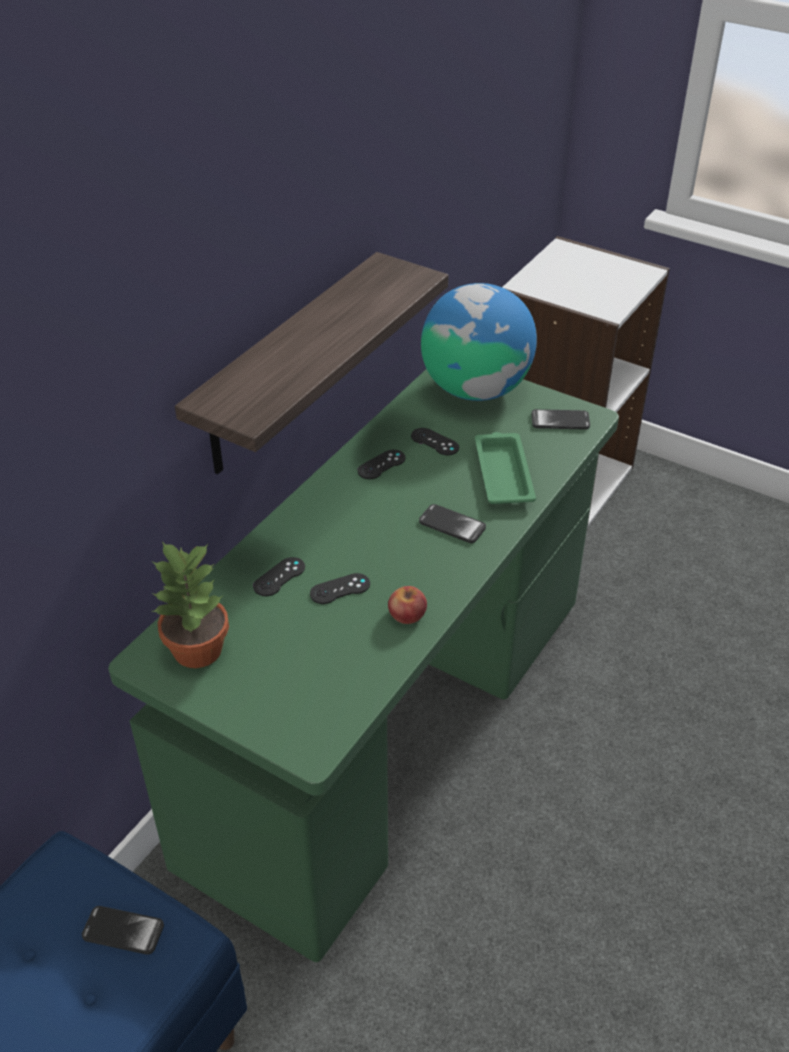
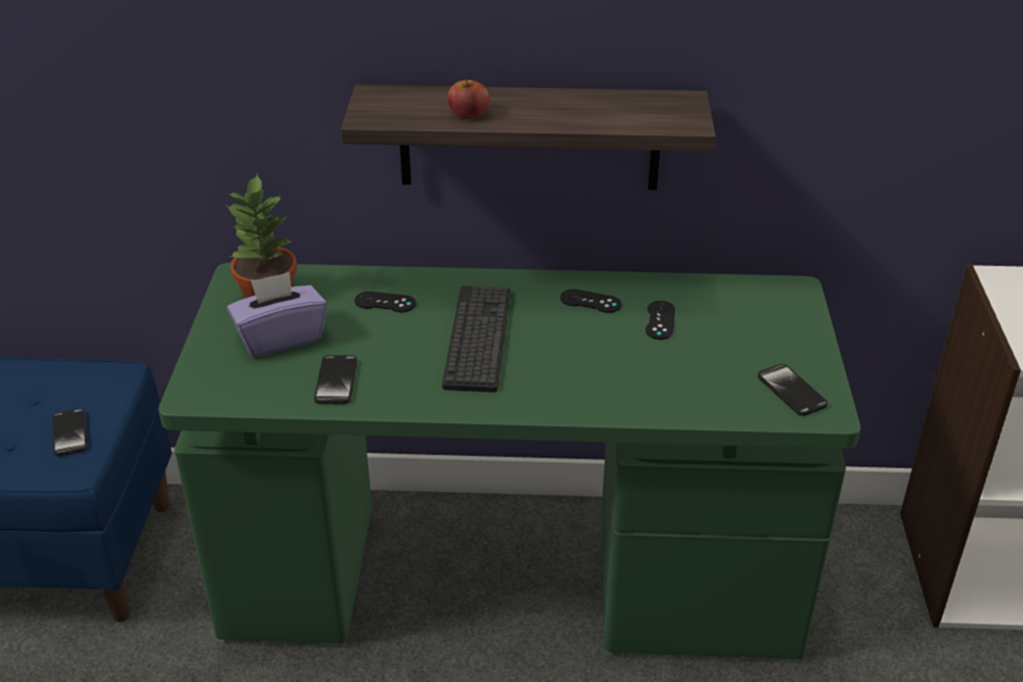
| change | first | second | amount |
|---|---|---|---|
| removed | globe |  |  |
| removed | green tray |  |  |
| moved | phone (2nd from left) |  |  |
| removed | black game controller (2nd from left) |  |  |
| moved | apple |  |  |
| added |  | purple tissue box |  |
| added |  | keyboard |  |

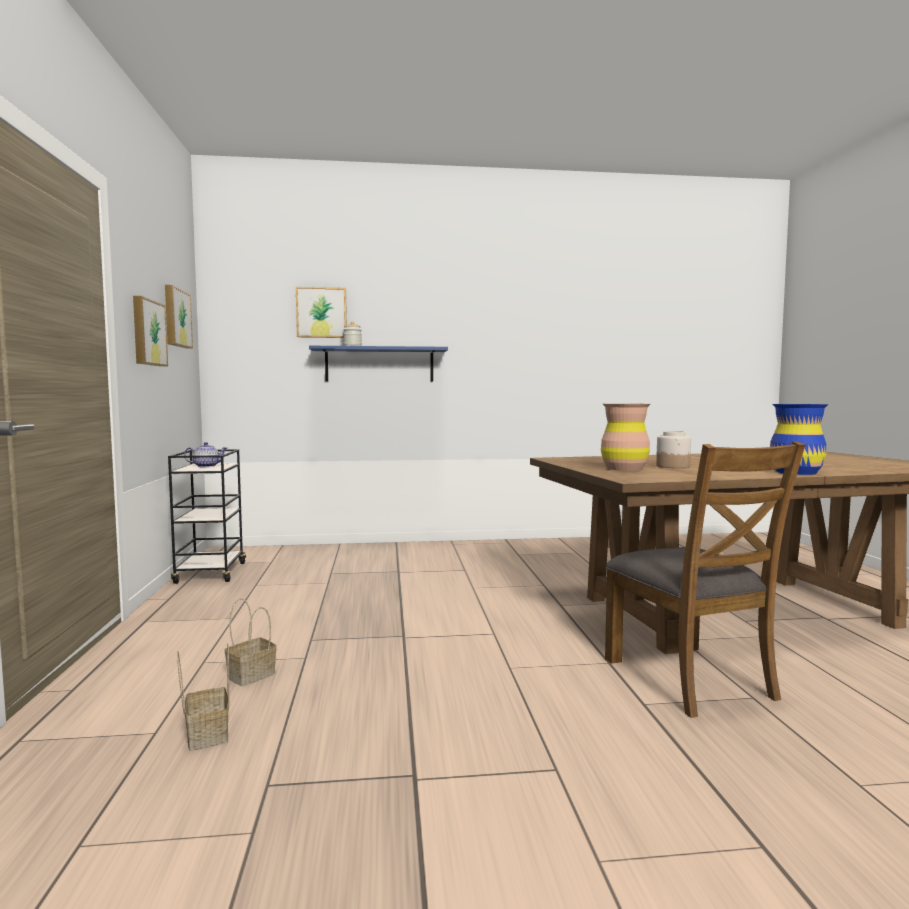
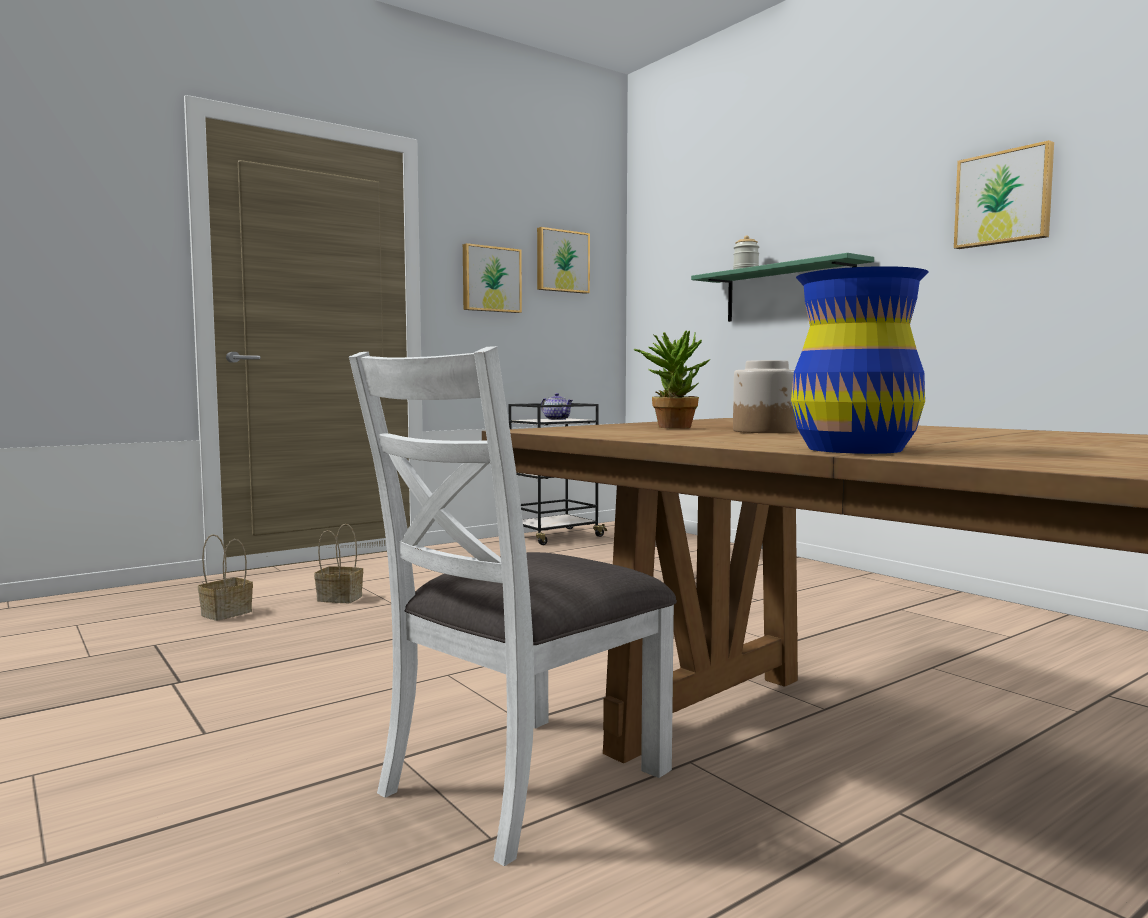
| change | first | second | amount |
|---|---|---|---|
| moved | picture (3rd from left) |  |  |
| recoloured | blue shelf | green shelf |  |
| replaced | brown vase | potted plant |  |
| recoloured | brown chair | white chair |  |

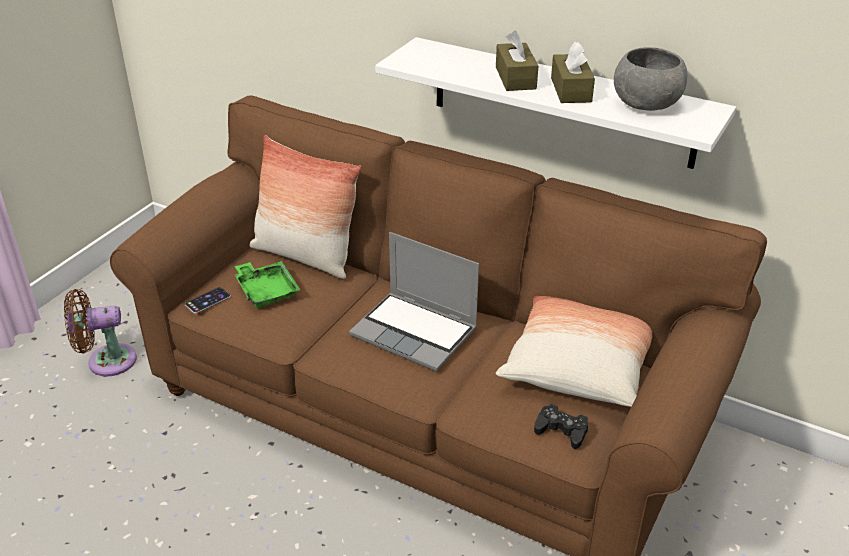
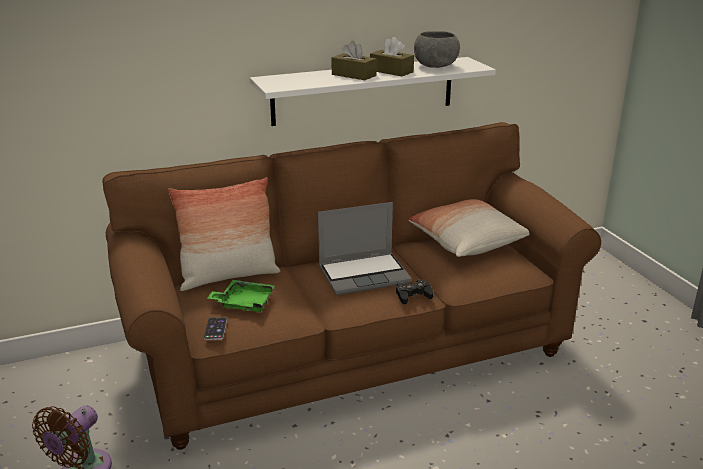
| change | first | second | amount |
|---|---|---|---|
| moved | black game controller |  |  |

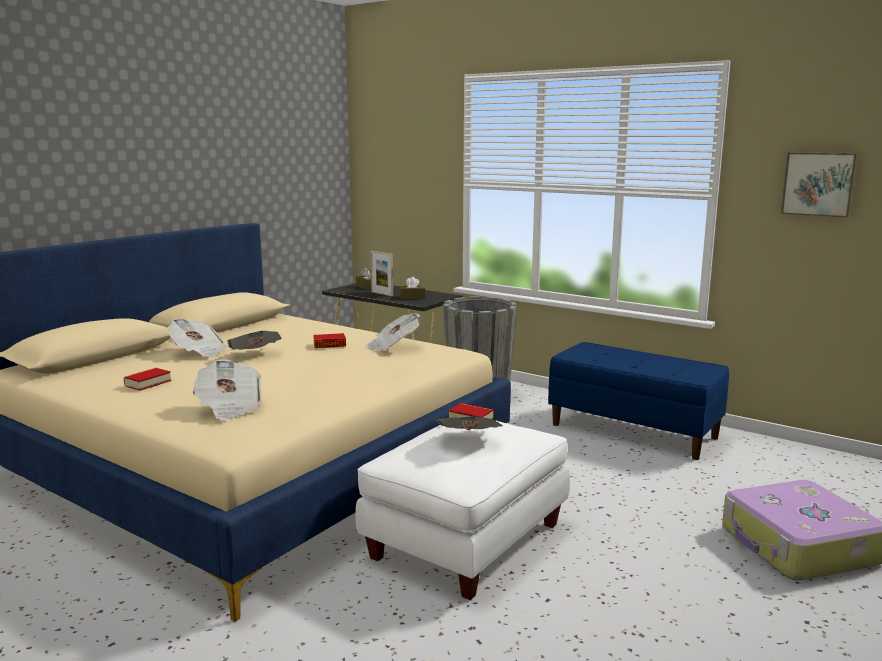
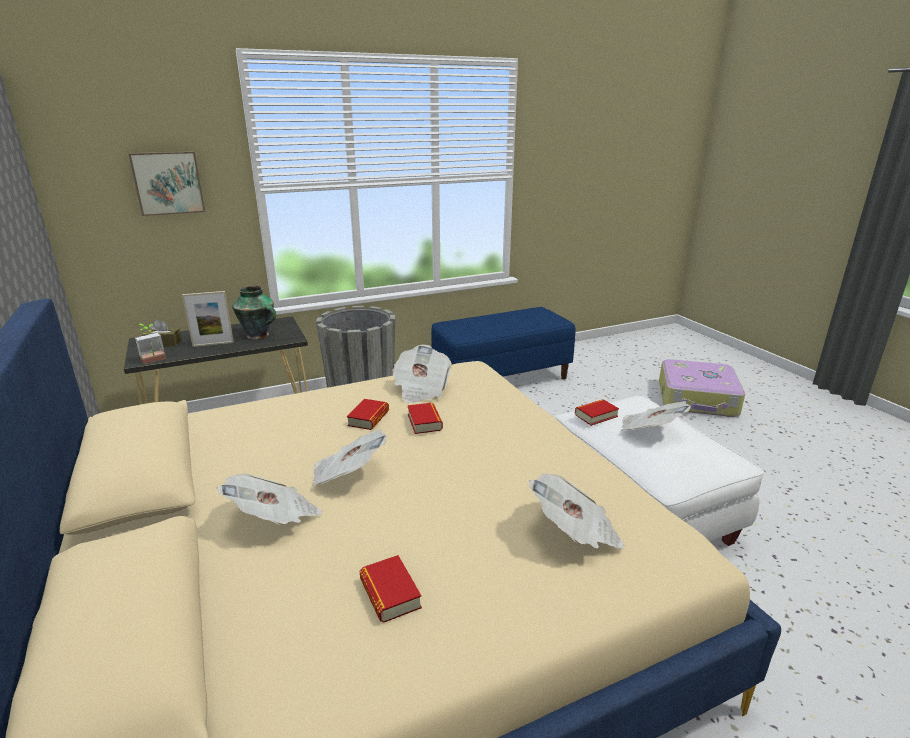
| change | first | second | amount |
|---|---|---|---|
| moved | picture |  |  |
| replaced | brown tissue box (2nd from left) | vase |  |
| added |  | potted plant |  |
| added |  | book (3rd from left) |  |

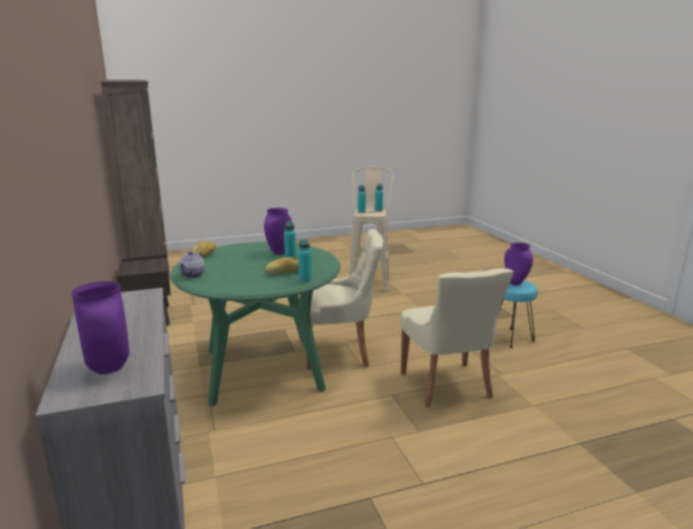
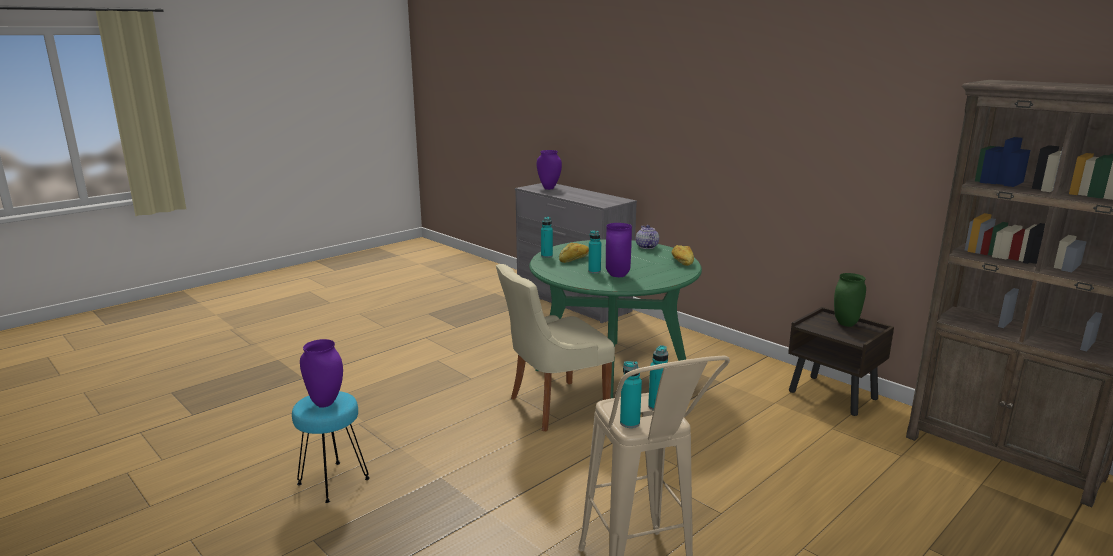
| change | first | second | amount |
|---|---|---|---|
| removed | beige chair (2nd from left) |  |  |
| added |  | green vase |  |

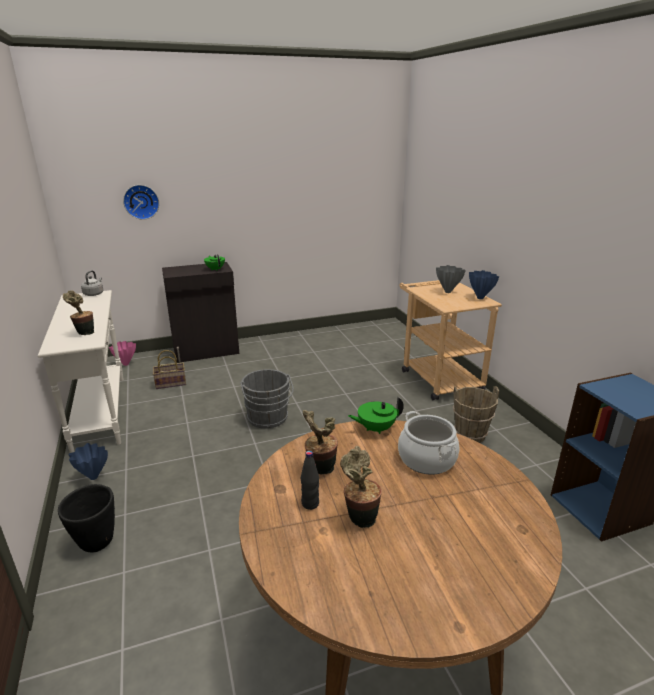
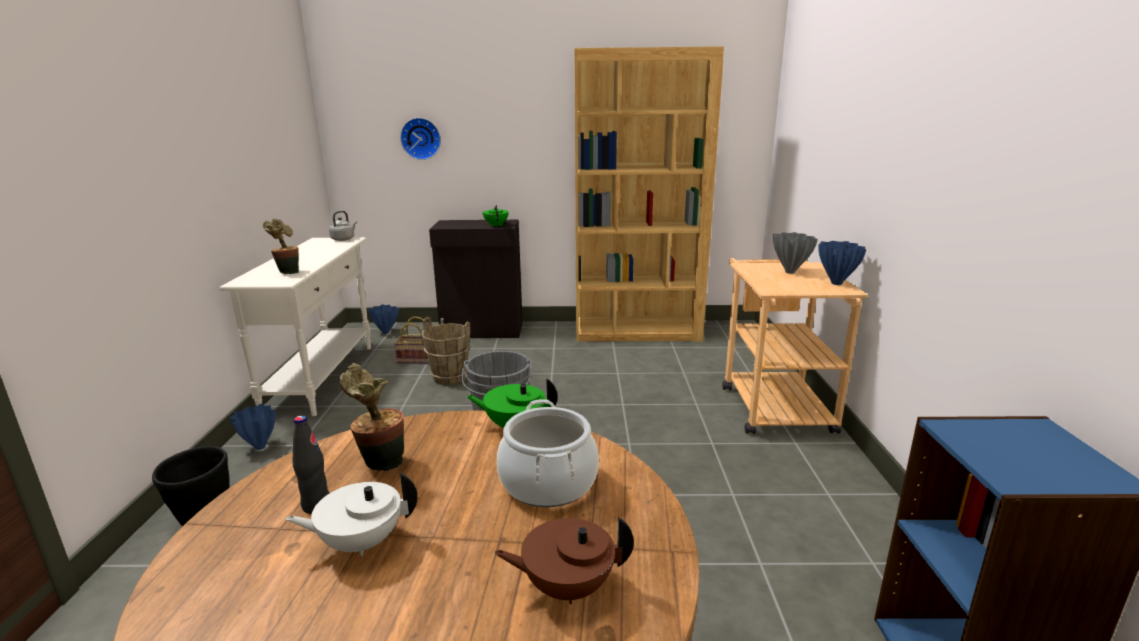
| change | first | second | amount |
|---|---|---|---|
| recoloured | pink vase | blue vase (2nd from left) |  |
| moved | brown bucket |  |  |
| replaced | potted plant (3rd from left) | white teapot |  |
| added |  | brown bookcase |  |
| added |  | brown teapot |  |

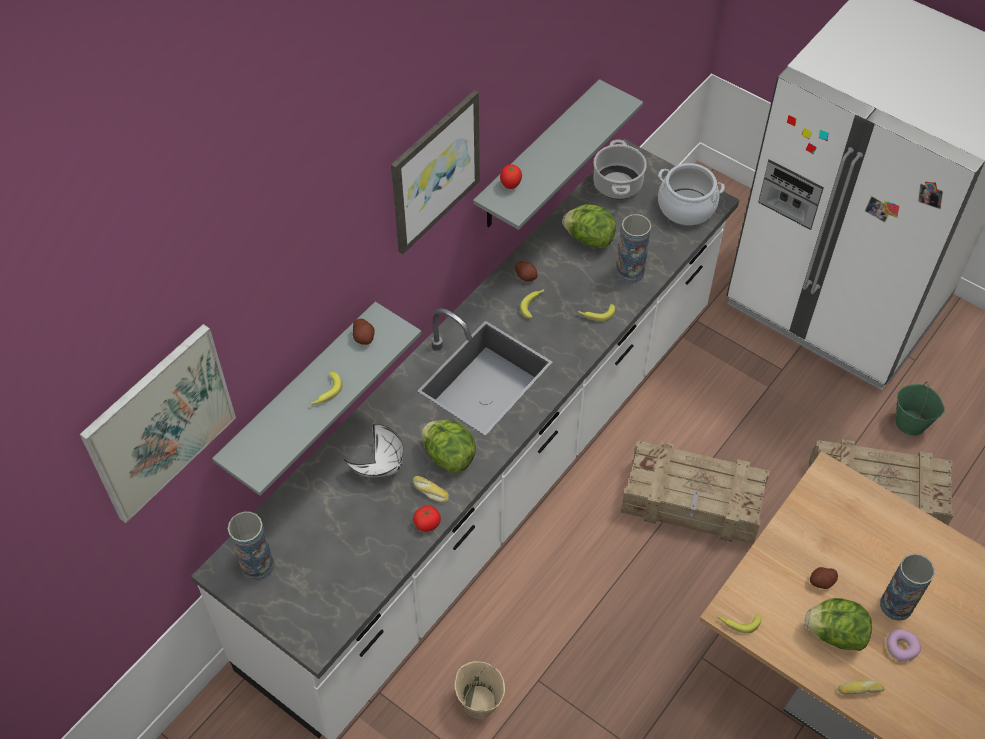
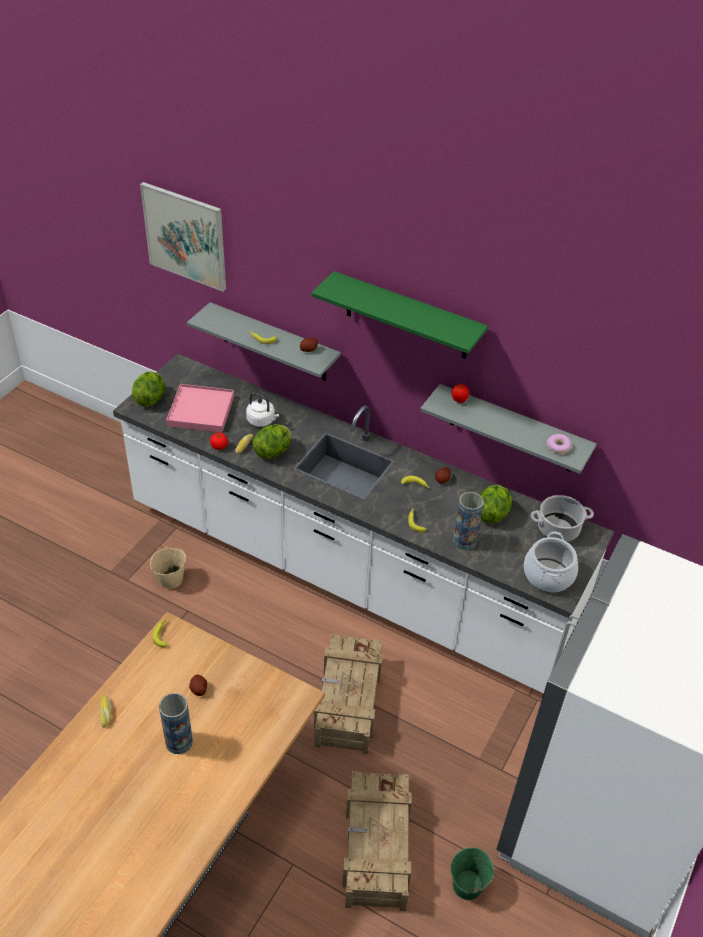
| change | first | second | amount |
|---|---|---|---|
| replaced | picture (2nd from left) | green shelf |  |
| replaced | white bowl | white kettle |  |
| removed | vase (1st from left) |  |  |
| moved | lettuce (3rd from left in the first image) | lettuce (1st from left) |  |
| moved | donut |  |  |
| added |  | pink tray |  |

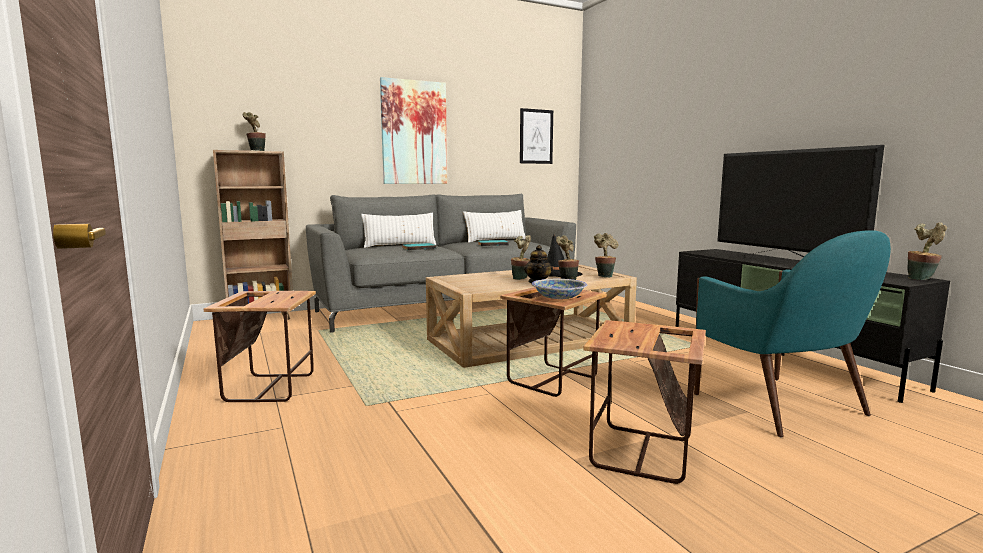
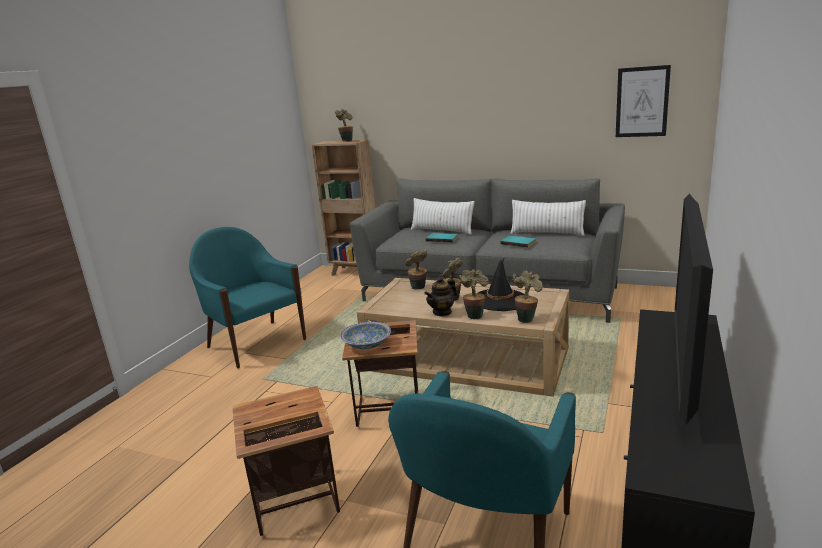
| change | first | second | amount |
|---|---|---|---|
| removed | picture (1st from left) |  |  |
| moved | potted plant (5th from left in the first image) | potted plant (2nd from left) |  |
| replaced | side table (1st from left) | turquoise armchair (1st from left) |  |

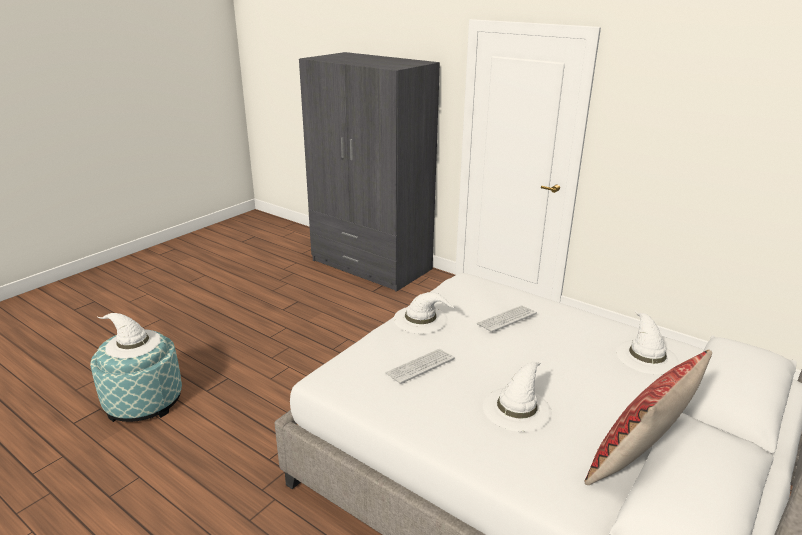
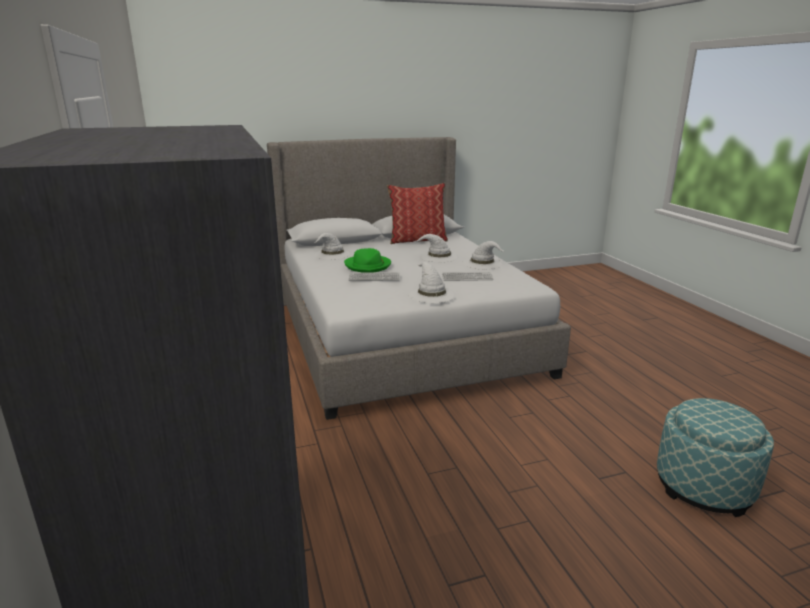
| change | first | second | amount |
|---|---|---|---|
| moved | white hat (1st from left in the first image) | white hat (4th from left) |  |
| added |  | green hat |  |

